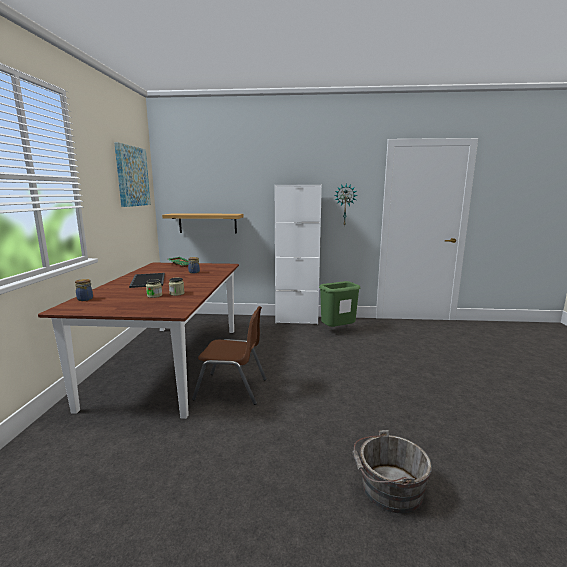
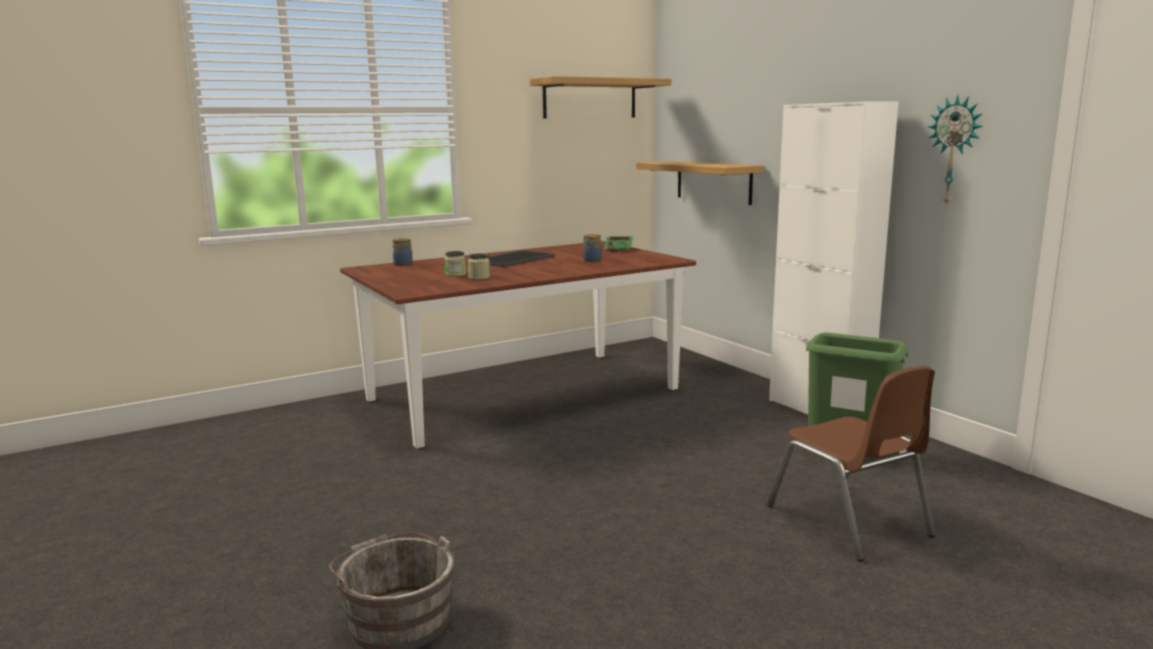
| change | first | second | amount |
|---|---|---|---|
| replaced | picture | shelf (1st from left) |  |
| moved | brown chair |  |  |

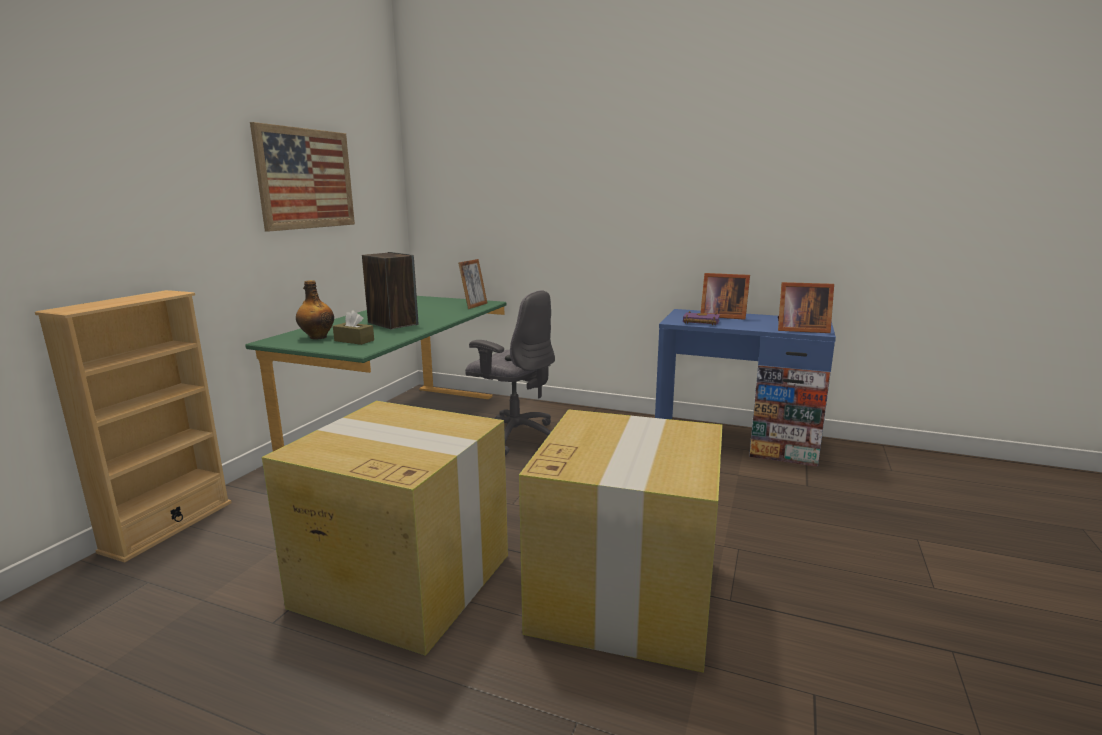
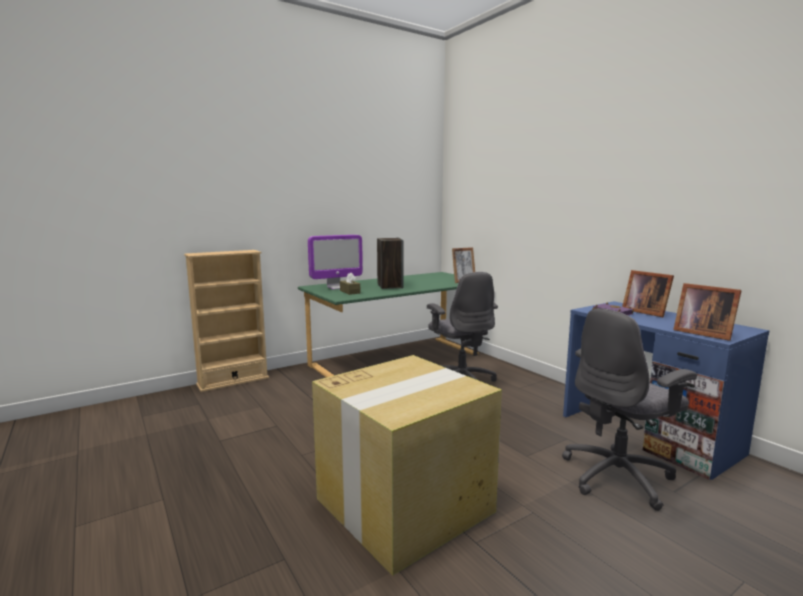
| change | first | second | amount |
|---|---|---|---|
| removed | picture |  |  |
| replaced | bottle | monitor |  |
| removed | cardboard box (1st from left) |  |  |
| added |  | grey office chair (2nd from left) |  |

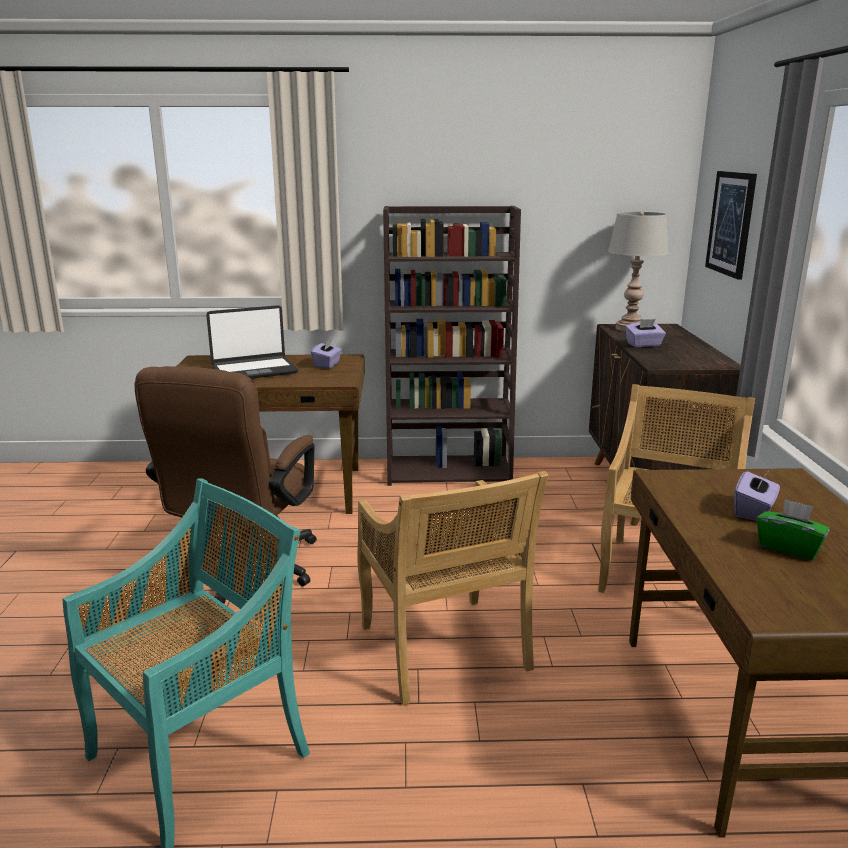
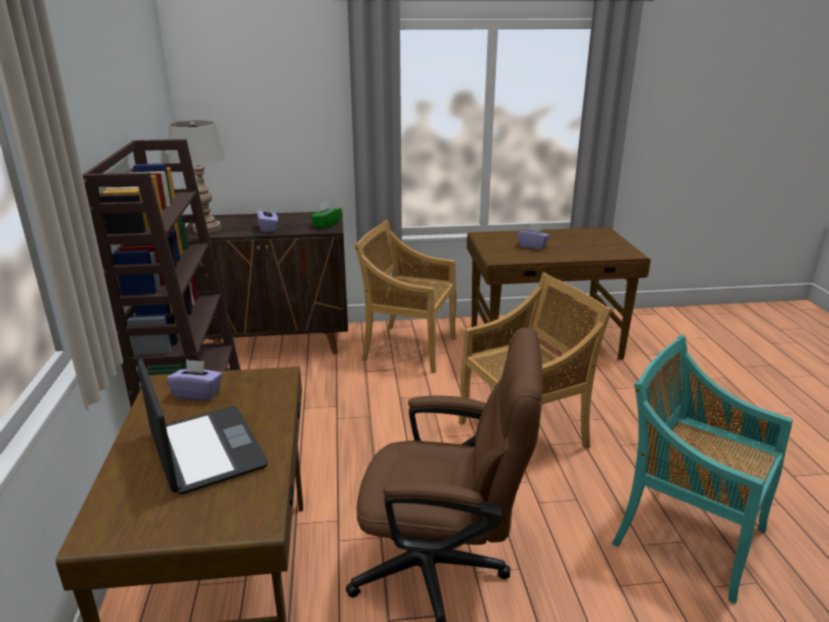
| change | first | second | amount |
|---|---|---|---|
| removed | picture |  |  |
| moved | green tissue box |  |  |

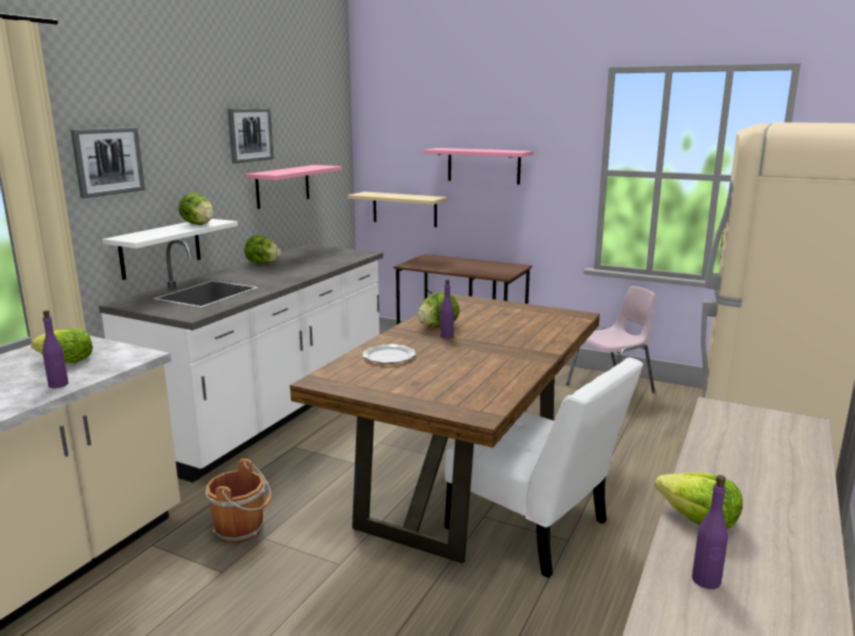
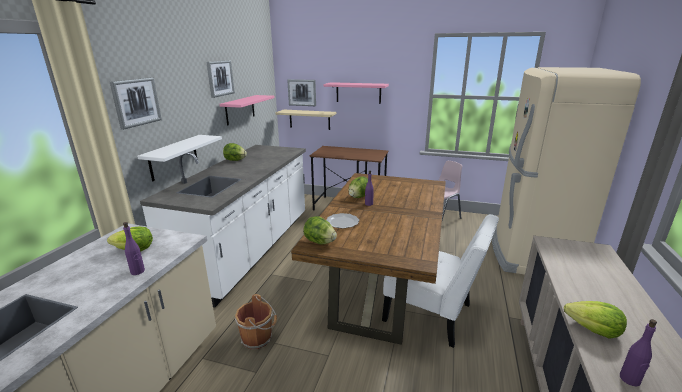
| change | first | second | amount |
|---|---|---|---|
| moved | lettuce (2nd from left in the first image) | lettuce (3rd from left) |  |
| added |  | picture (3rd from left) |  |

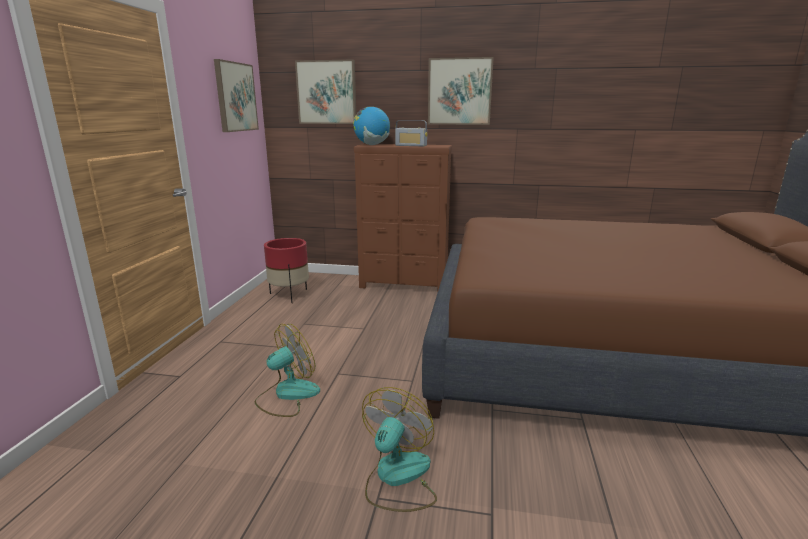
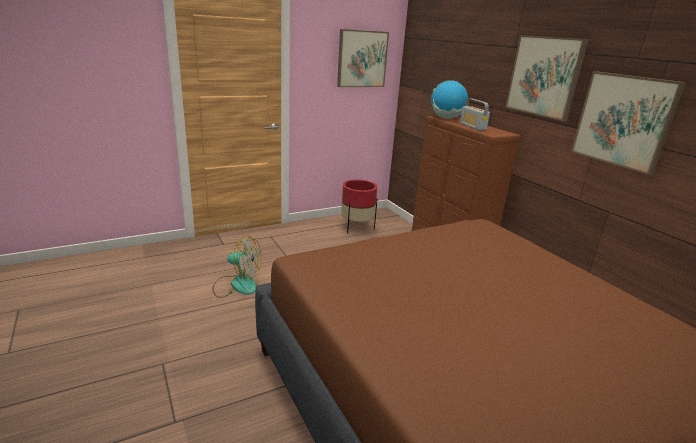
| change | first | second | amount |
|---|---|---|---|
| moved | picture (2nd from left in the first image) | picture (3rd from left) |  |
| removed | fan (2nd from left) |  |  |

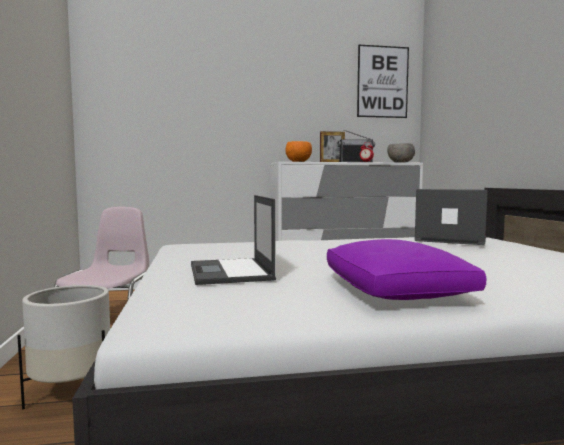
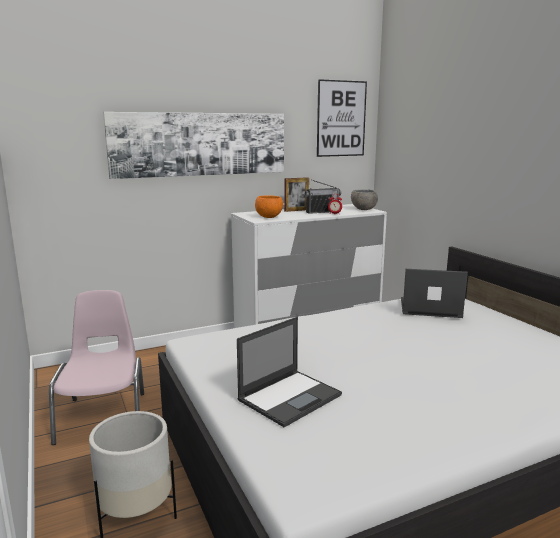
| change | first | second | amount |
|---|---|---|---|
| turned | laptop (1st from left) |  | 105 degrees counterclockwise |
| removed | purple pillow |  |  |
| added |  | picture (1st from left) |  |

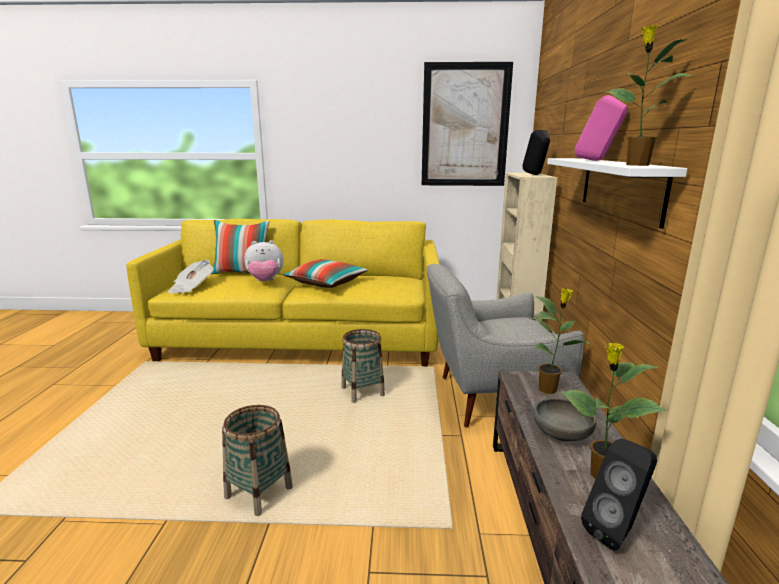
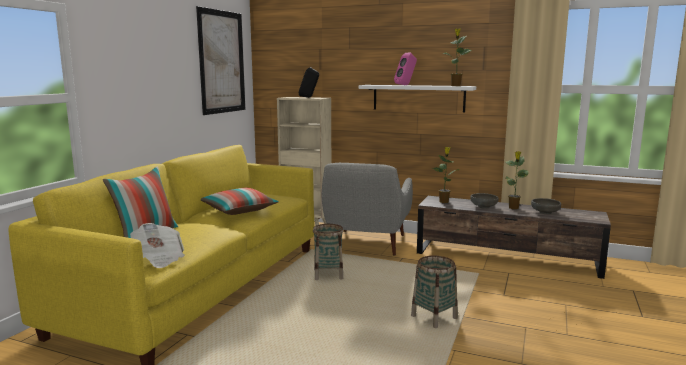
| change | first | second | amount |
|---|---|---|---|
| removed | plush toy |  |  |
| replaced | black speaker (2nd from left) | grey bowl (2nd from left) |  |

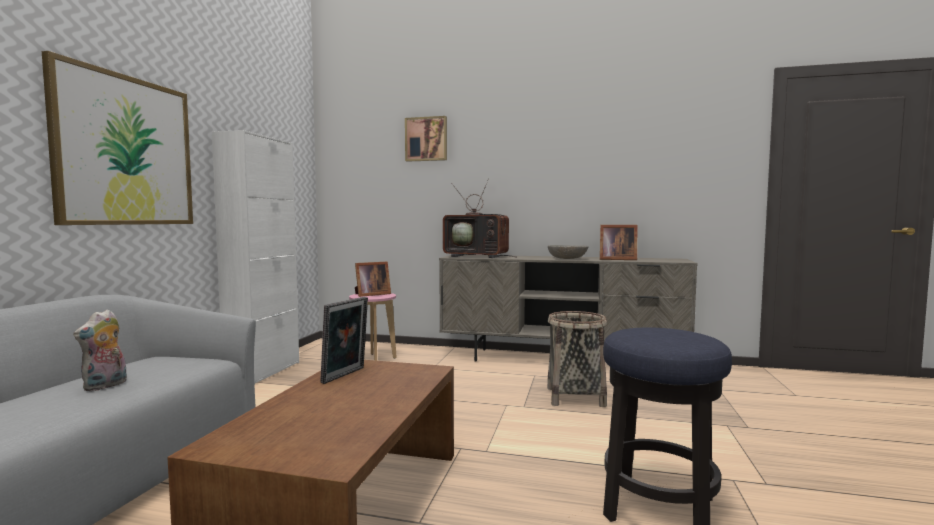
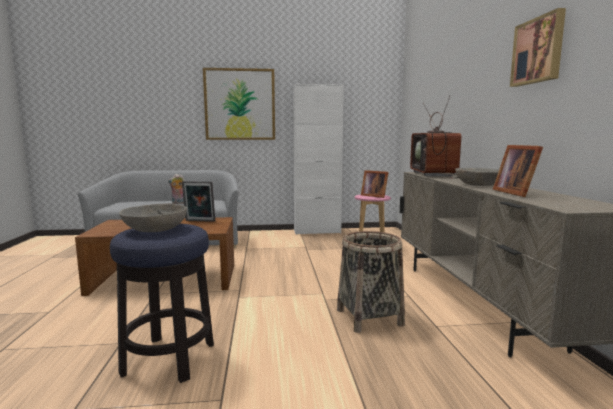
| change | first | second | amount |
|---|---|---|---|
| moved | picture (2nd from left) |  |  |
| added |  | grey bowl (1st from left) |  |

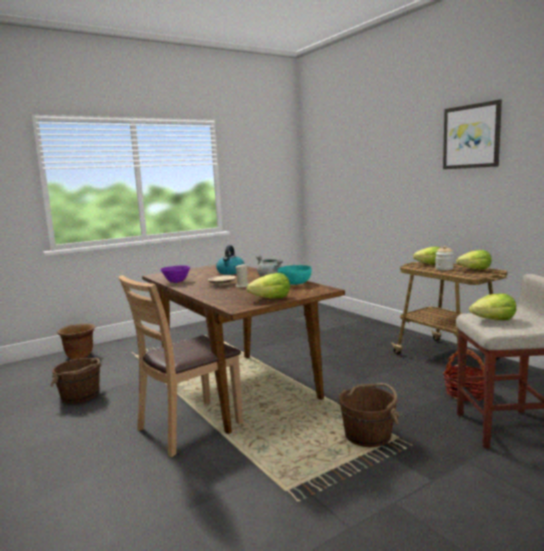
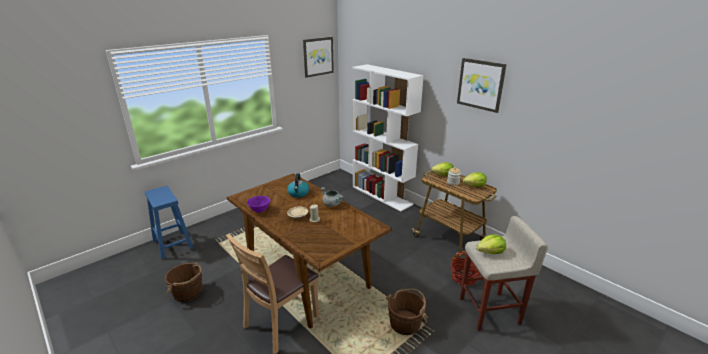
| change | first | second | amount |
|---|---|---|---|
| removed | turquoise bowl |  |  |
| removed | lettuce (1st from left) |  |  |
| replaced | brown planter | blue stool |  |
| added |  | picture (1st from left) |  |
| added |  | white bookcase |  |

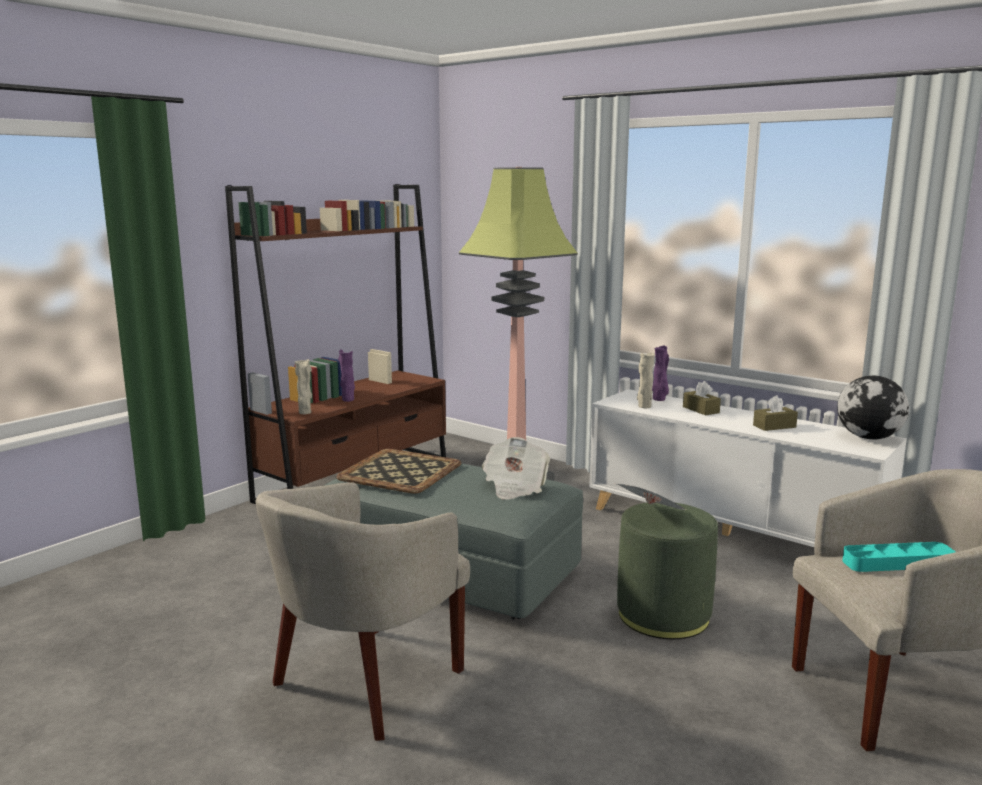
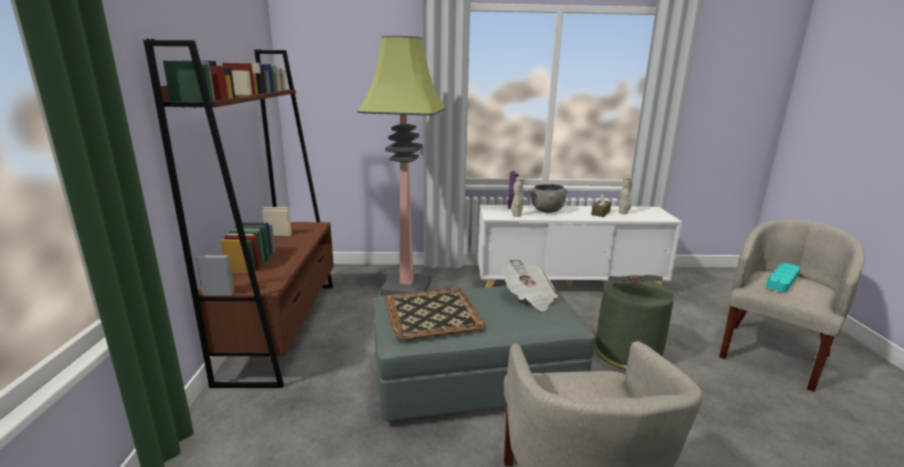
| change | first | second | amount |
|---|---|---|---|
| removed | purple vase (1st from left) |  |  |
| moved | beige vase (1st from left in the first image) | beige vase (2nd from left) |  |
| removed | globe |  |  |
| replaced | brown tissue box (1st from left) | grey bowl |  |

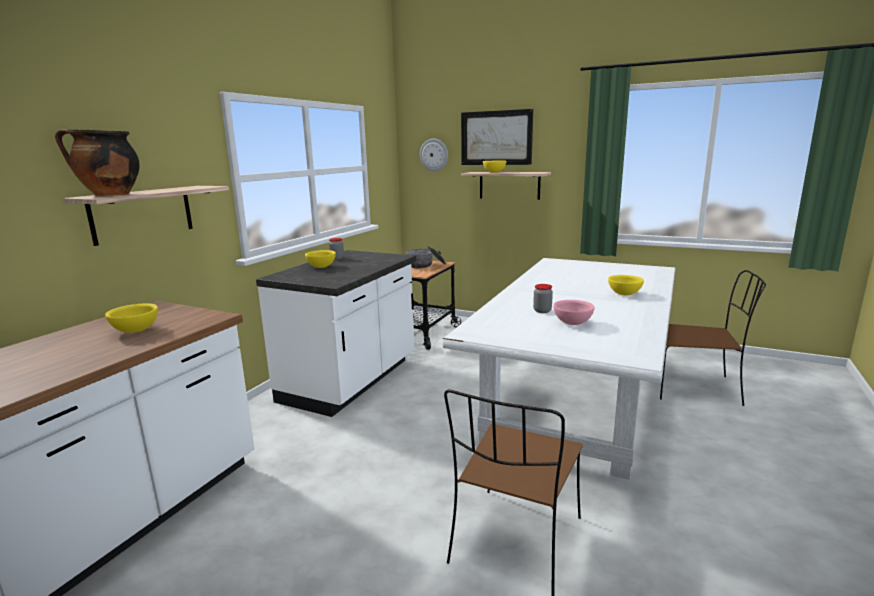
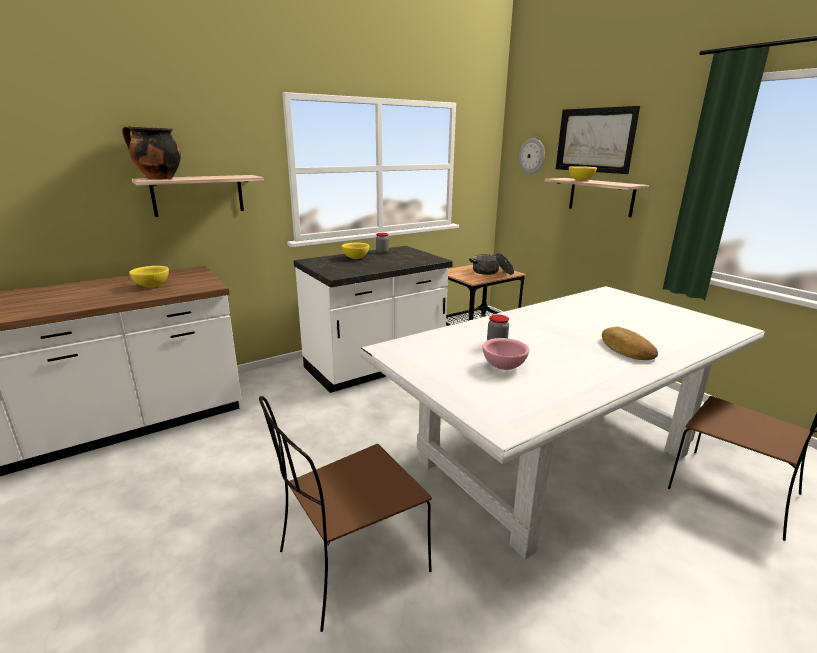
| change | first | second | amount |
|---|---|---|---|
| replaced | yellow bowl (4th from left) | bread |  |

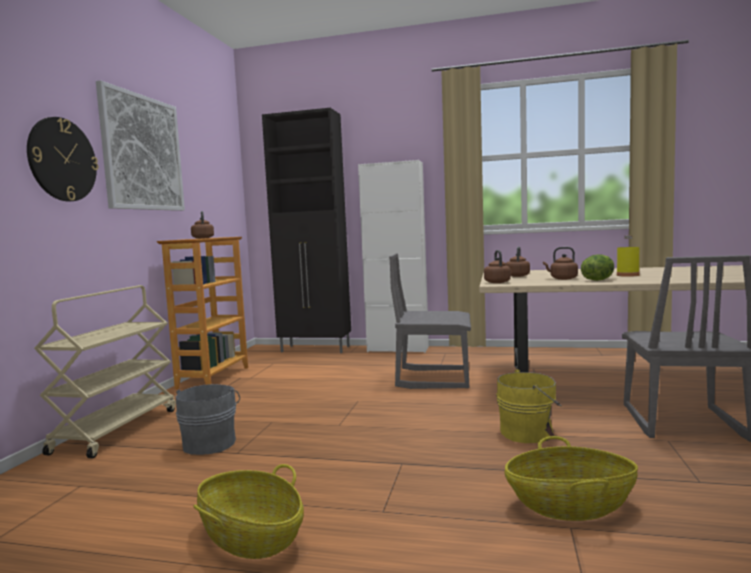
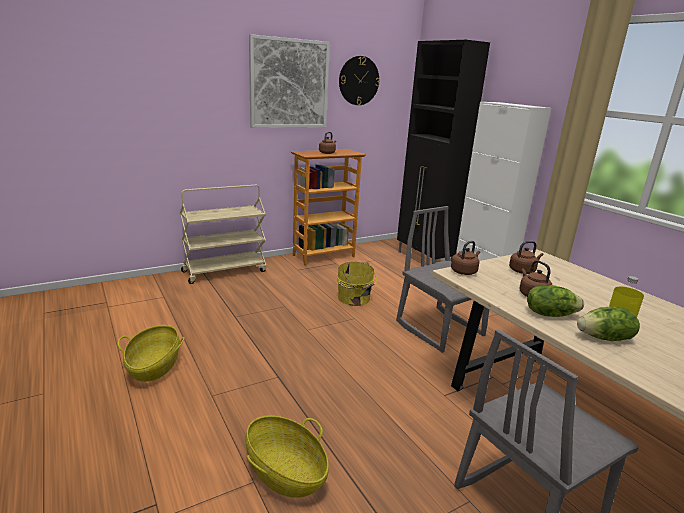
| change | first | second | amount |
|---|---|---|---|
| moved | wall clock |  |  |
| moved | yellow bucket |  |  |
| removed | grey bucket |  |  |
| added |  | lettuce (2nd from left) |  |

